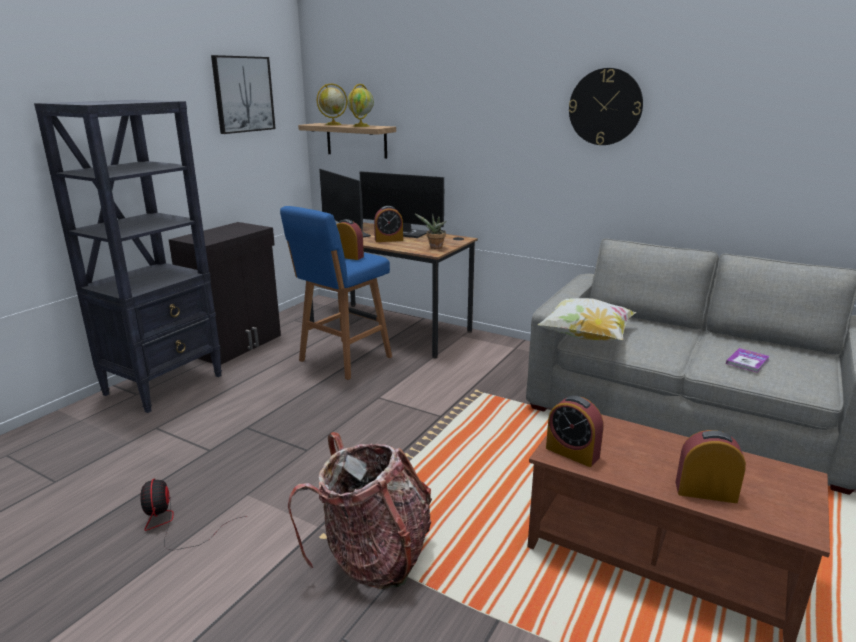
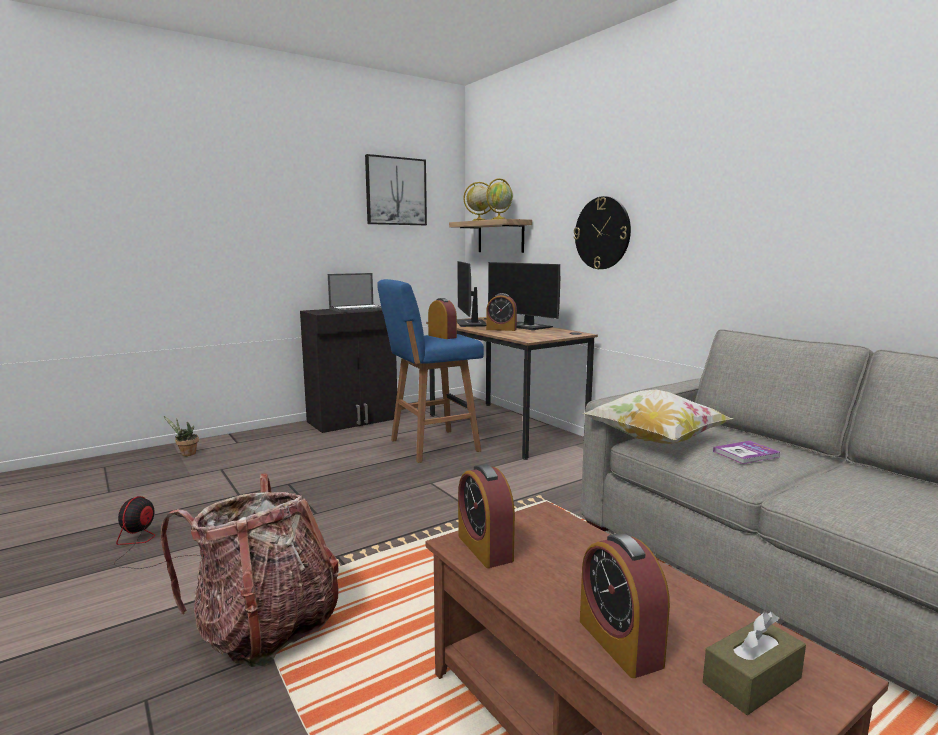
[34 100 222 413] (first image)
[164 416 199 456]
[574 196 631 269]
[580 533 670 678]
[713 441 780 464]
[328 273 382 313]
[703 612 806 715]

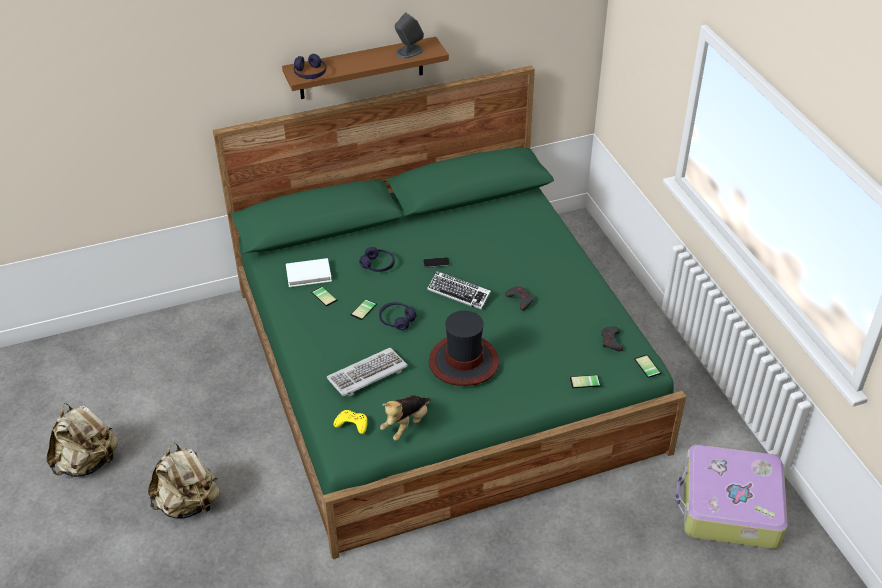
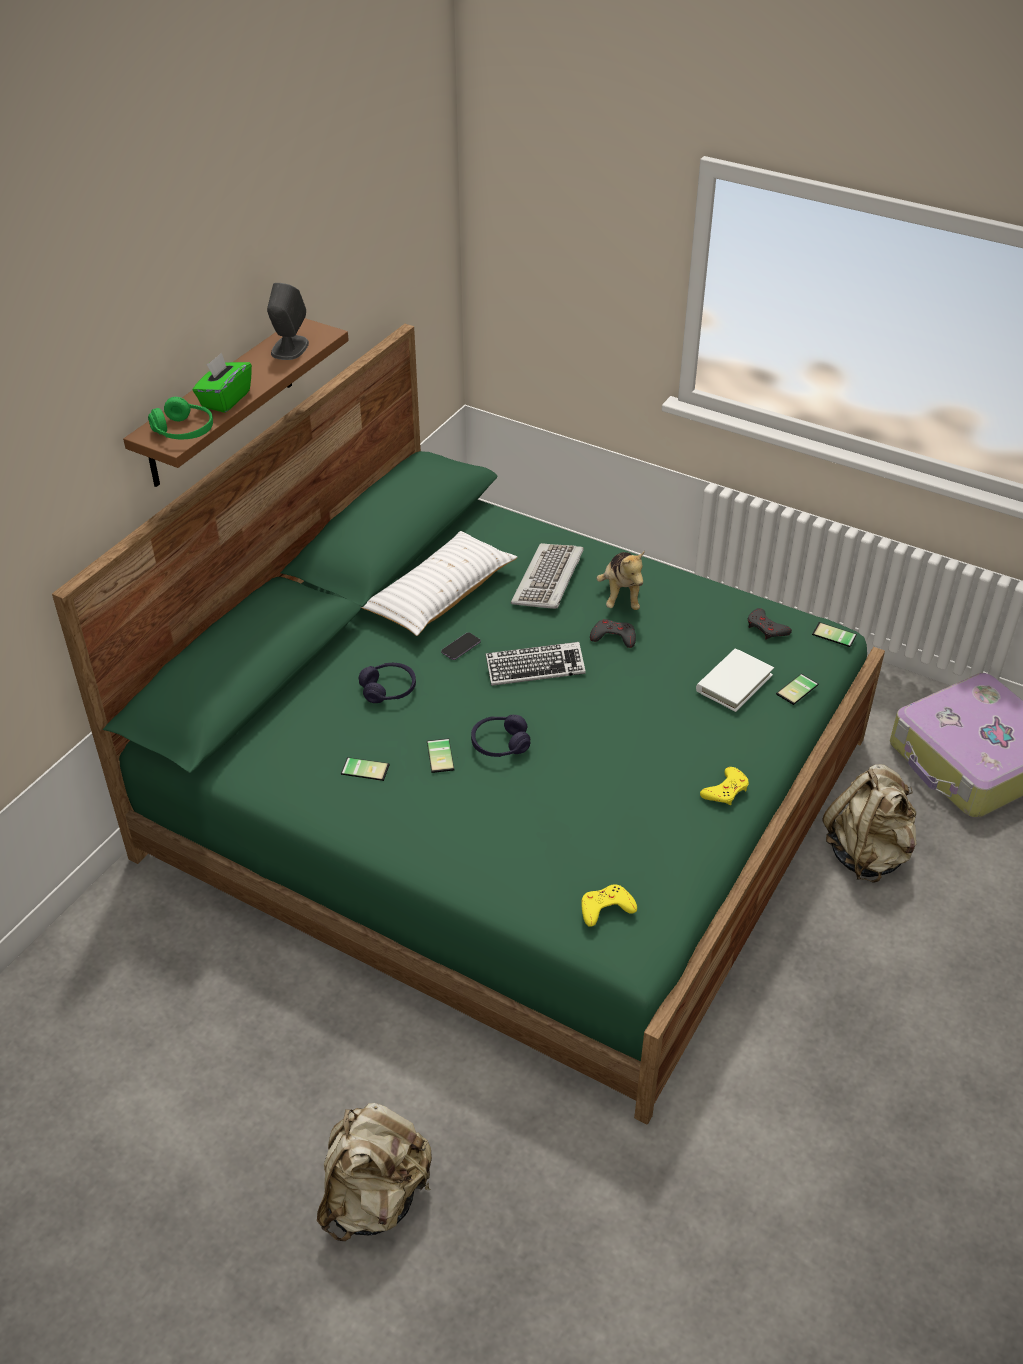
[823 764 917 882]
[696 648 774 712]
[148 397 213 439]
[511 543 584 609]
[597 550 645 610]
[429 311 499 386] (first image)
[193 353 252 413]
[361 531 518 636]
[700 767 749 805]

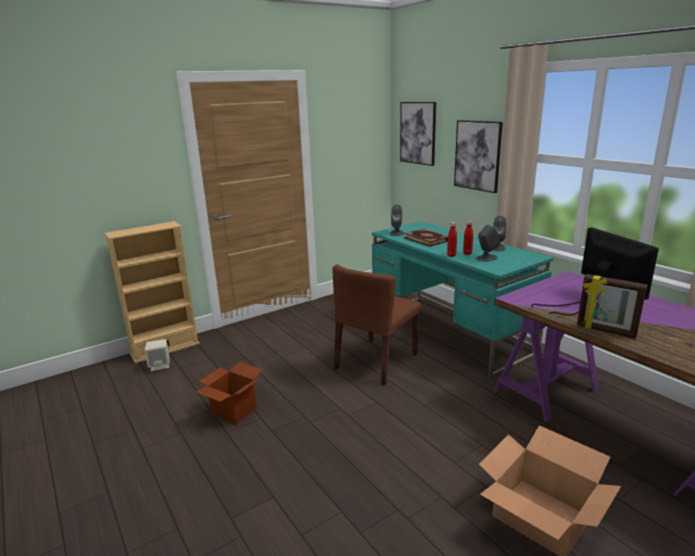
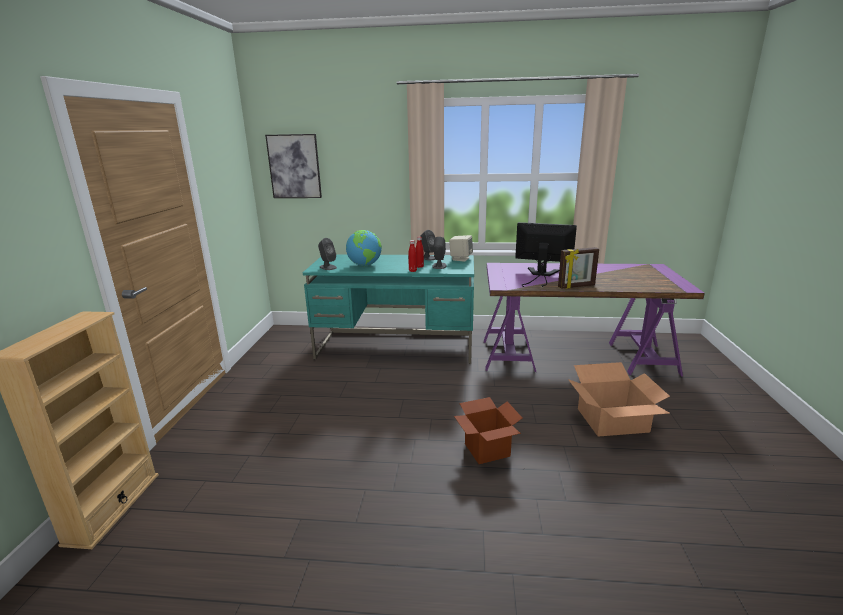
[449 235 473 262]
[454 397 522 464]
[332 264 421 386] (first image)
[346 230 382 266]
[454 120 503 193] (first image)

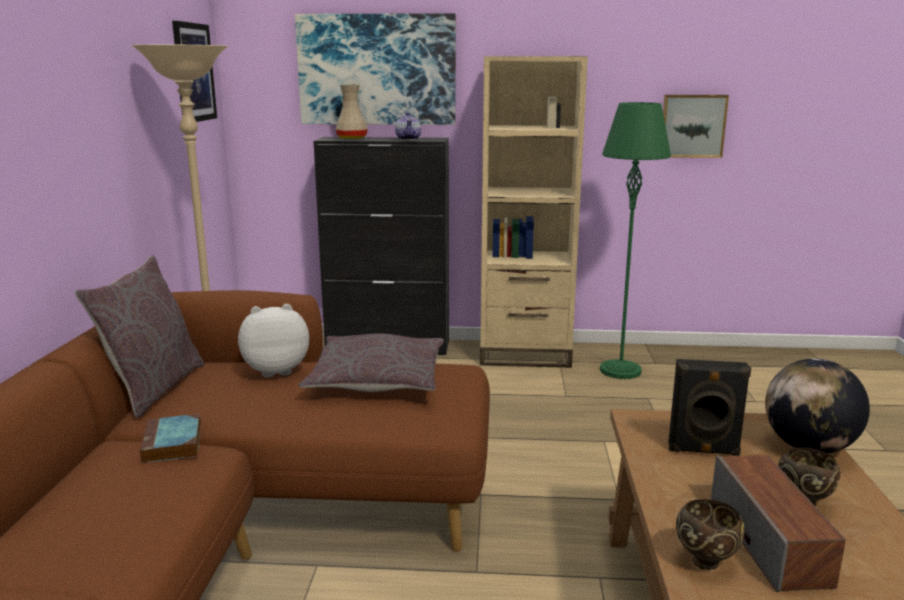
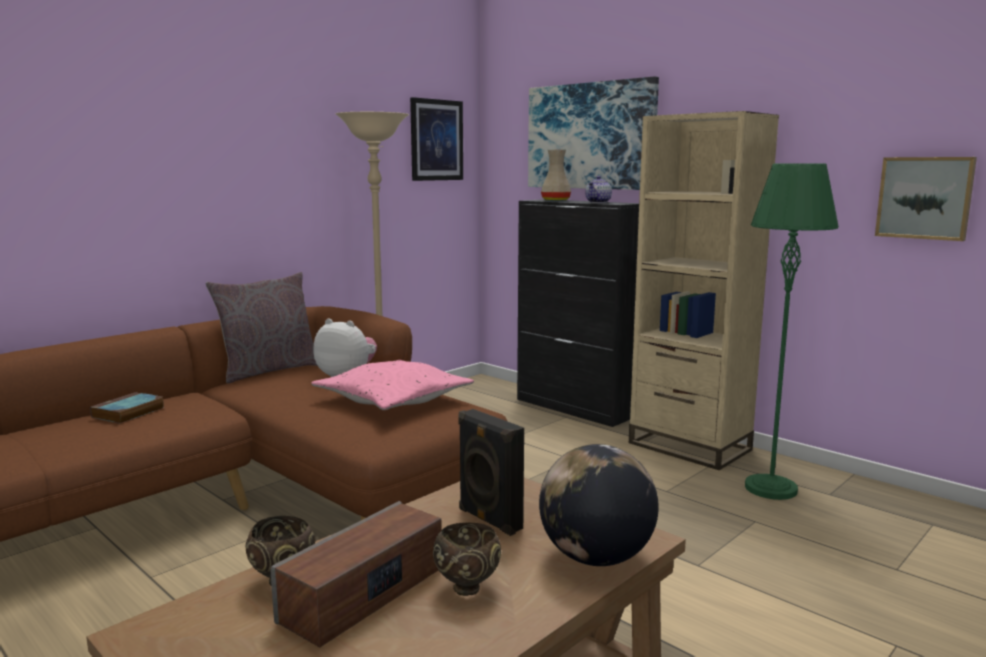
[90 392 165 424]
[312 360 474 410]

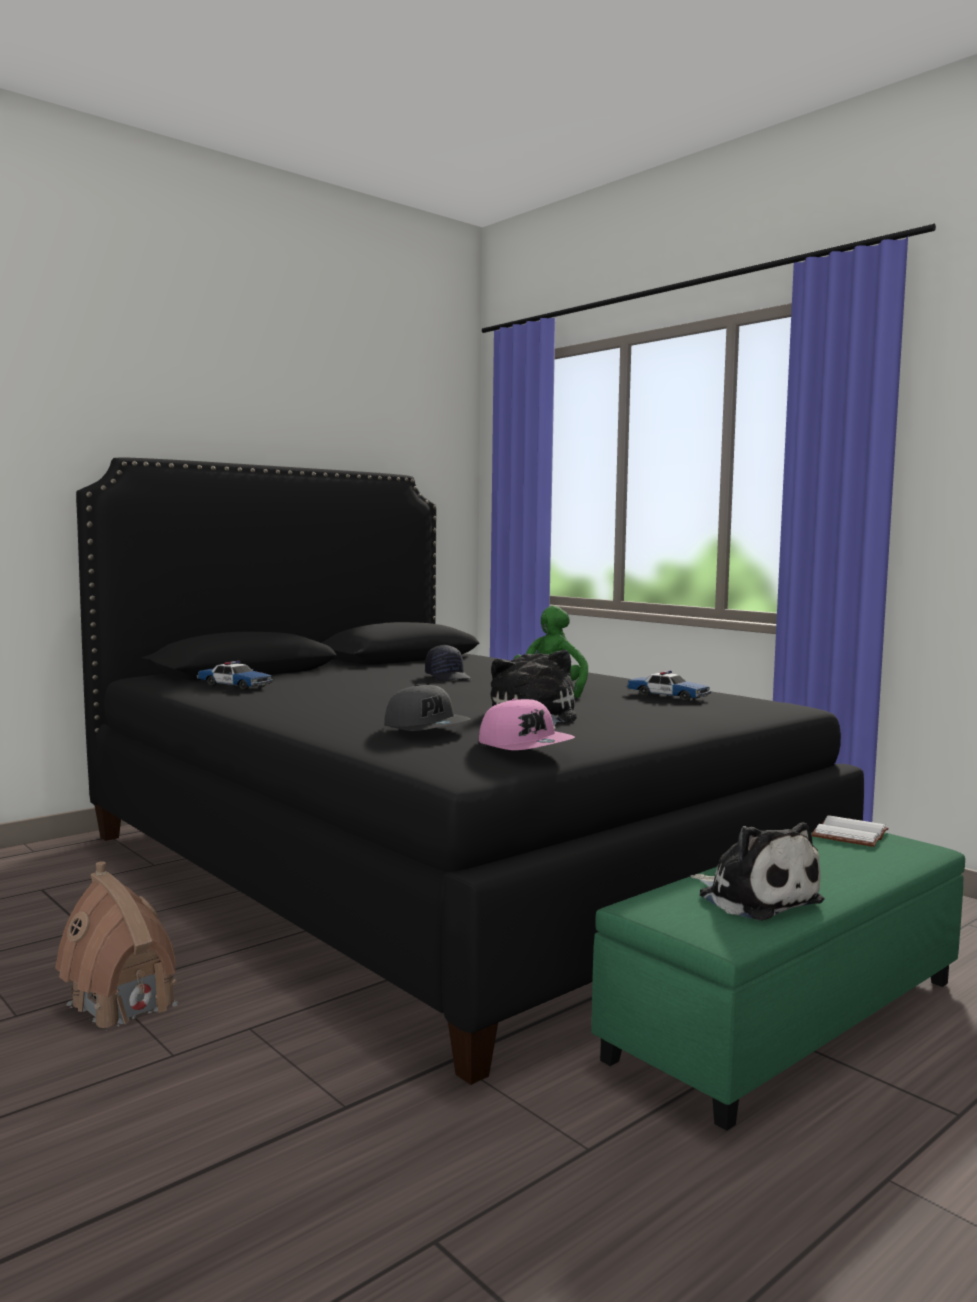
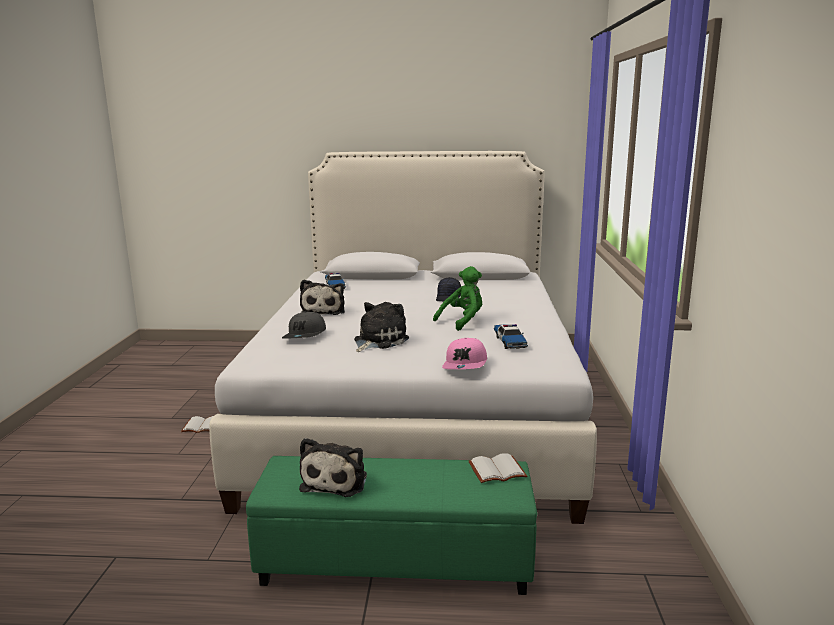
[181 416 213 433]
[209 151 597 524]
[442 338 487 369]
[300 279 345 315]

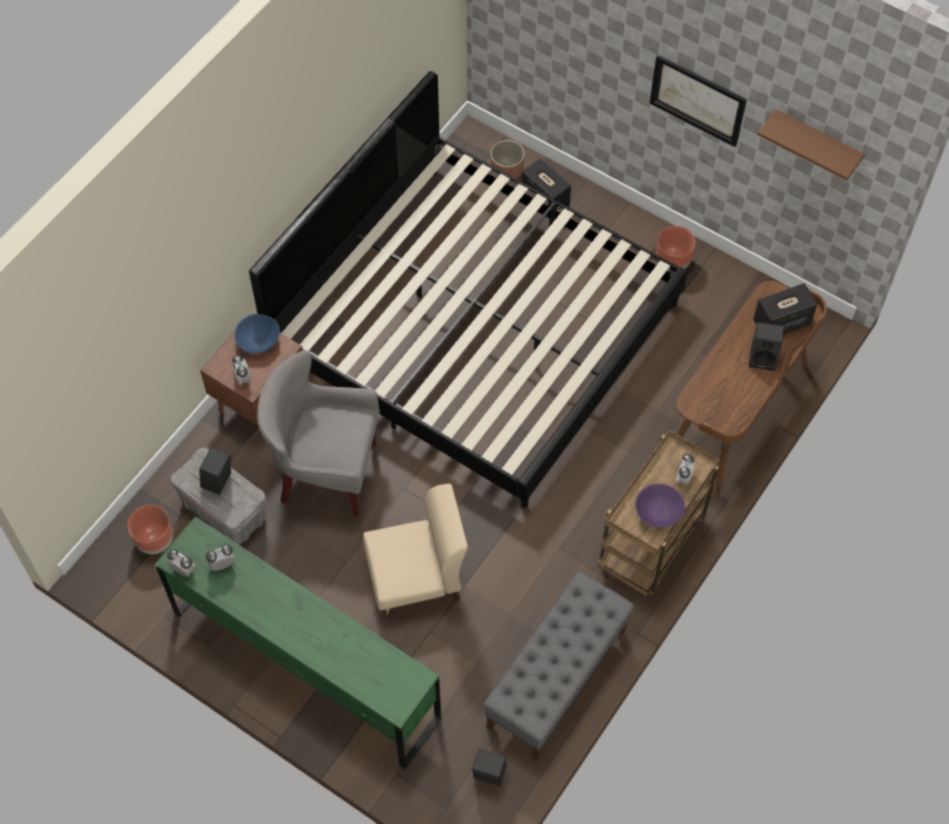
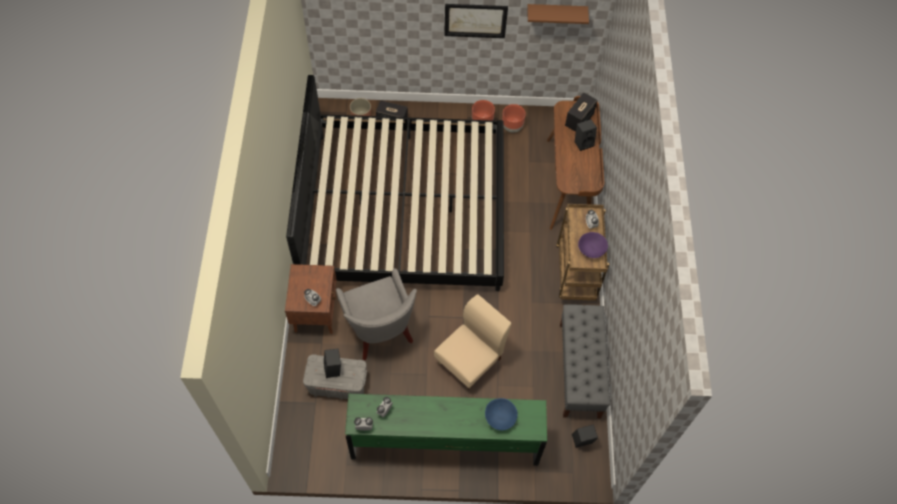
[502 104 526 133]
[485 398 518 431]
[336 268 417 361]

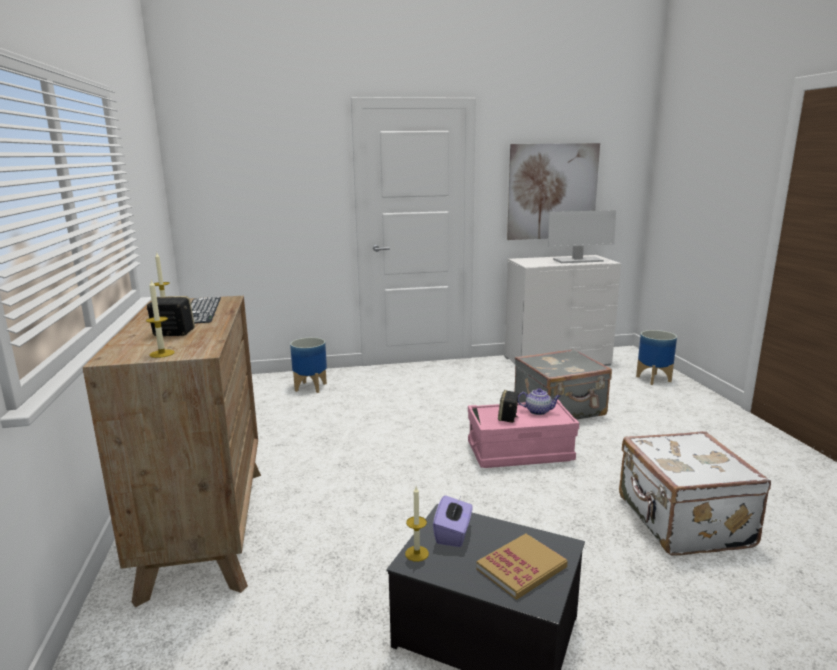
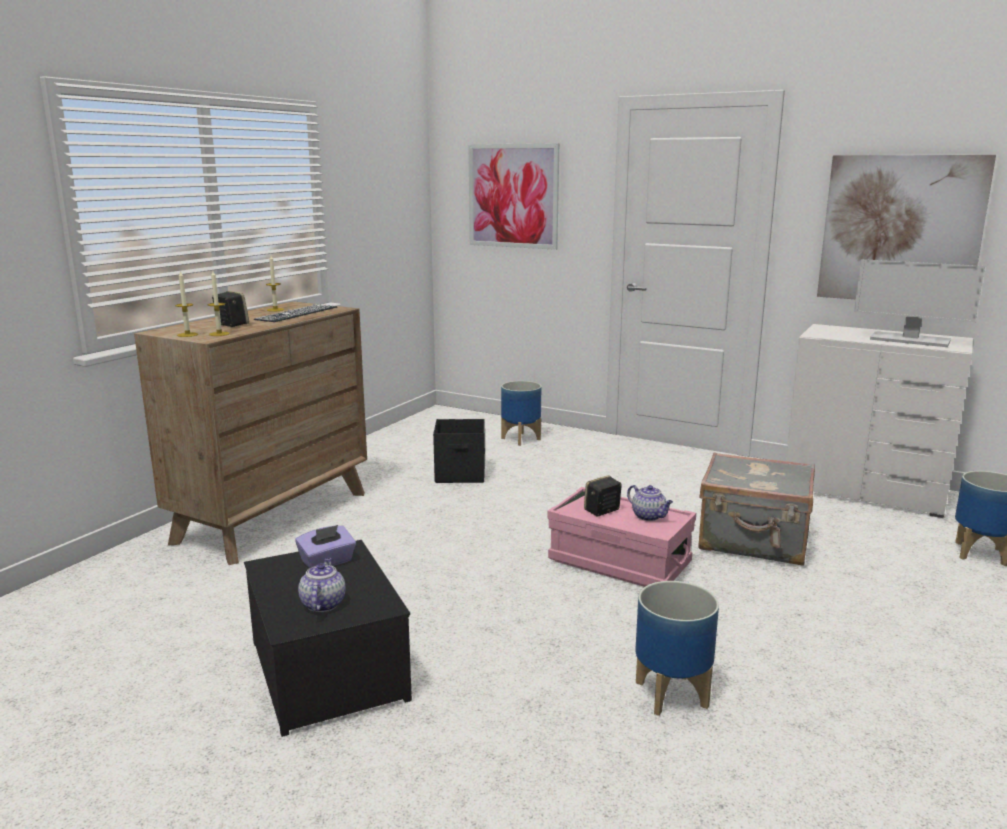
[208 271 230 336]
[298 558 346 612]
[635 581 719 716]
[433 419 485 483]
[468 143 559 250]

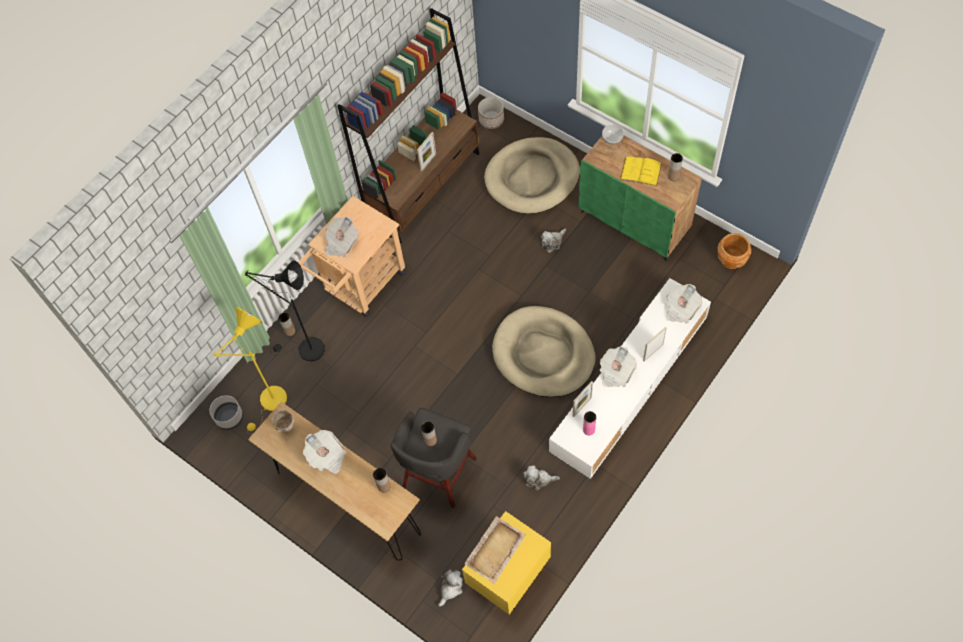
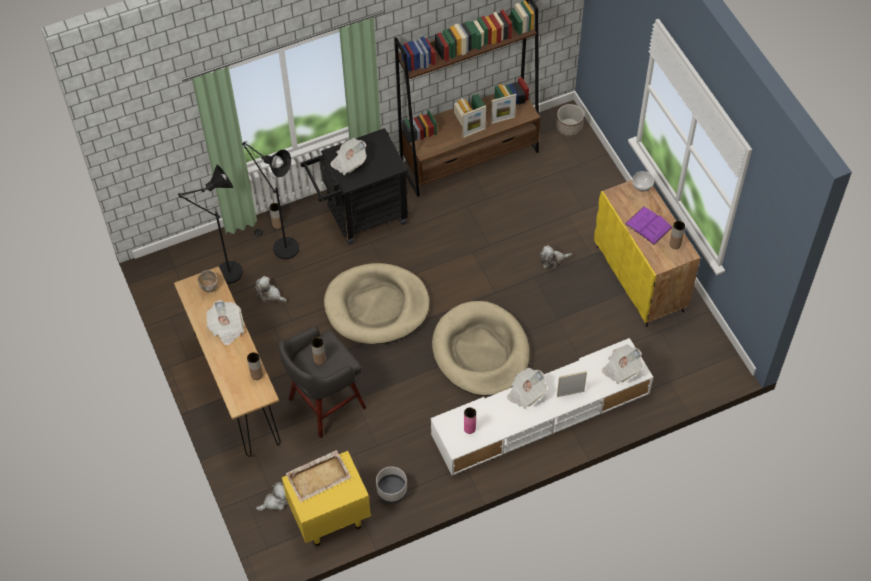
[376 467 407 504]
[178 165 243 284]
[300 128 409 245]
[324 263 430 344]
[255 276 287 302]
[491 94 516 124]
[594 180 701 327]
[625 207 673 245]
[717 233 751 269] (first image)

